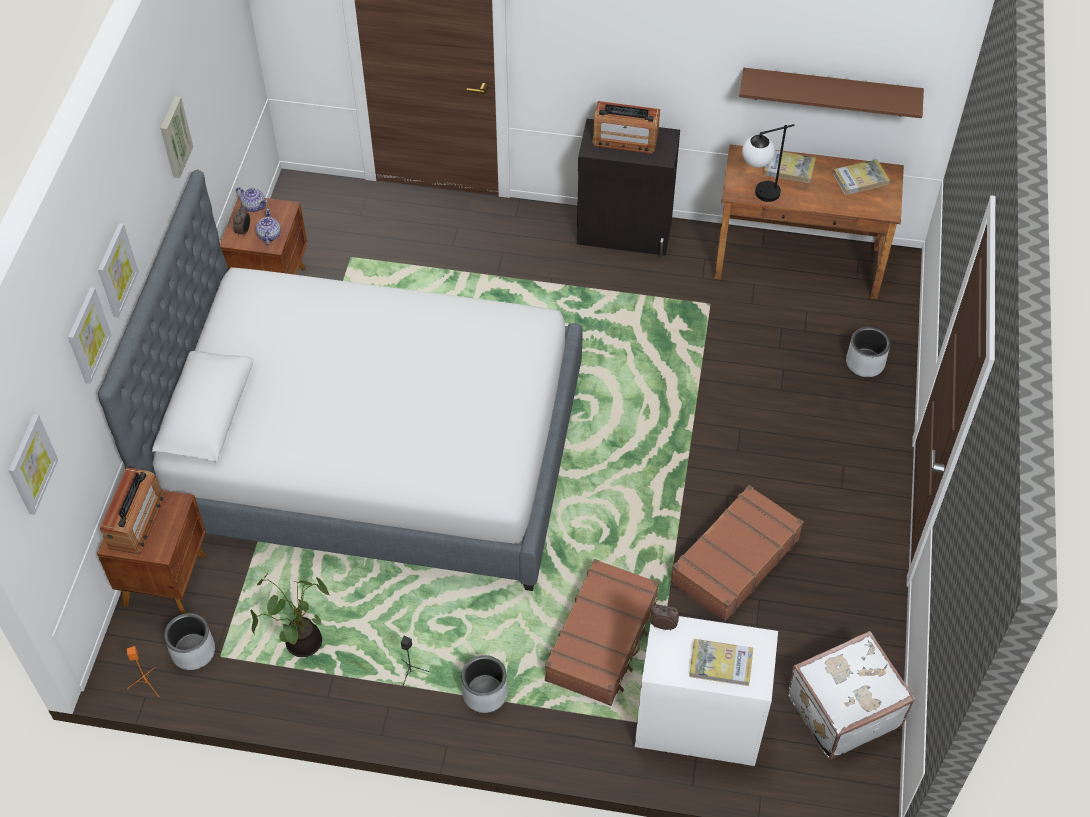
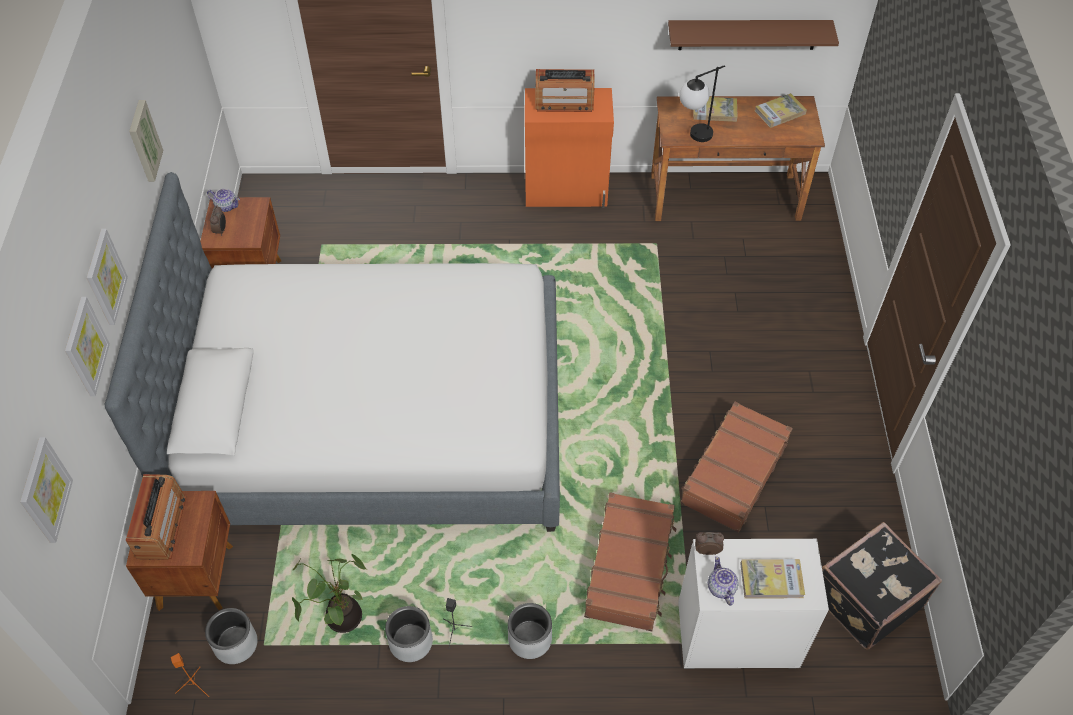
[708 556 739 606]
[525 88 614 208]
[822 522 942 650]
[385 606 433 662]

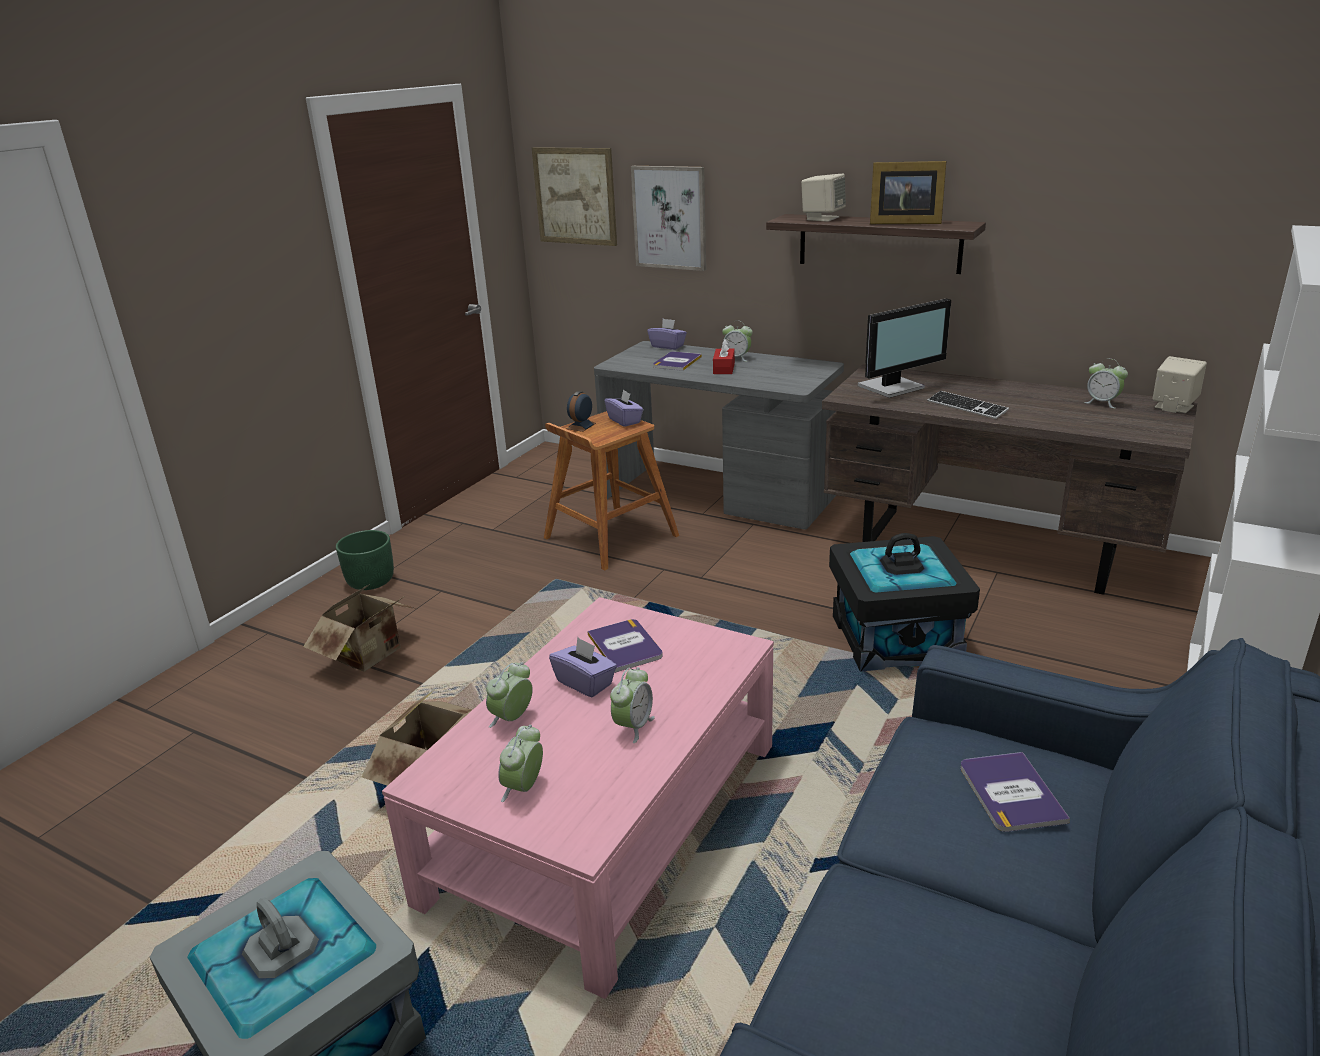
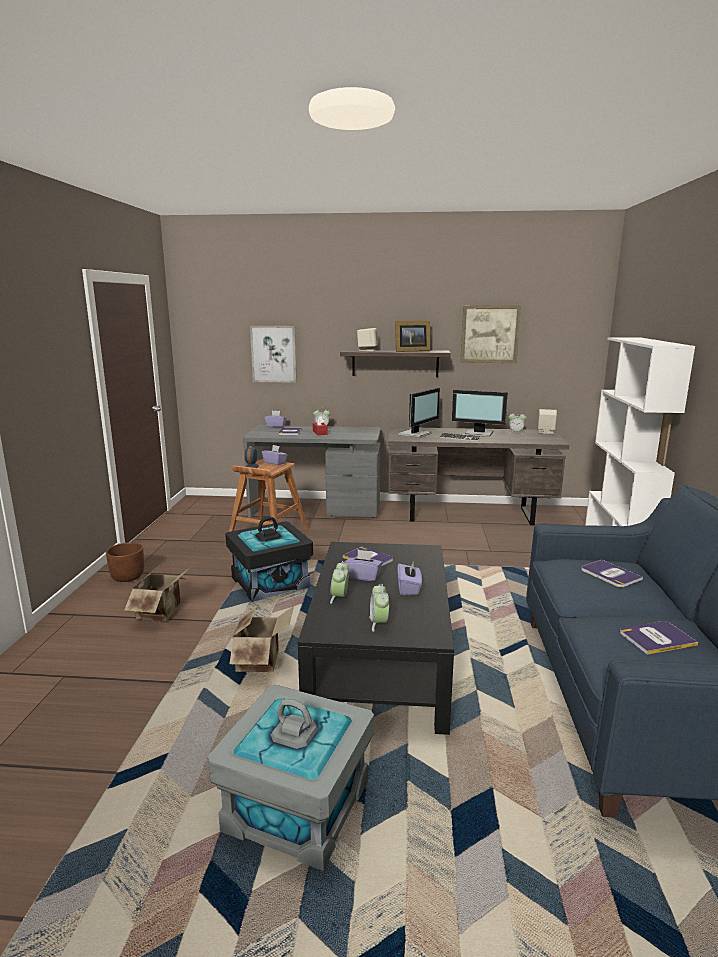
[106 542 144 582]
[297 542 454 735]
[460 305 521 363]
[397 562 422 595]
[225 517 313 602]
[452 389 508 437]
[620 621 698 654]

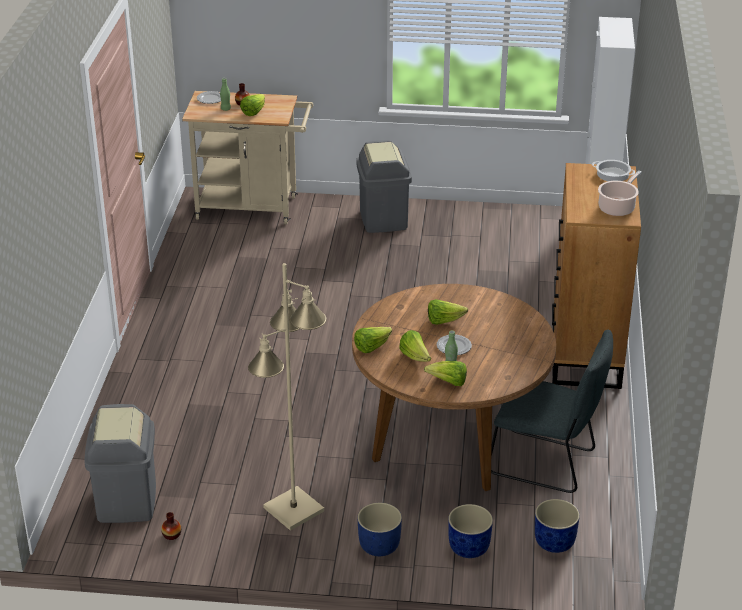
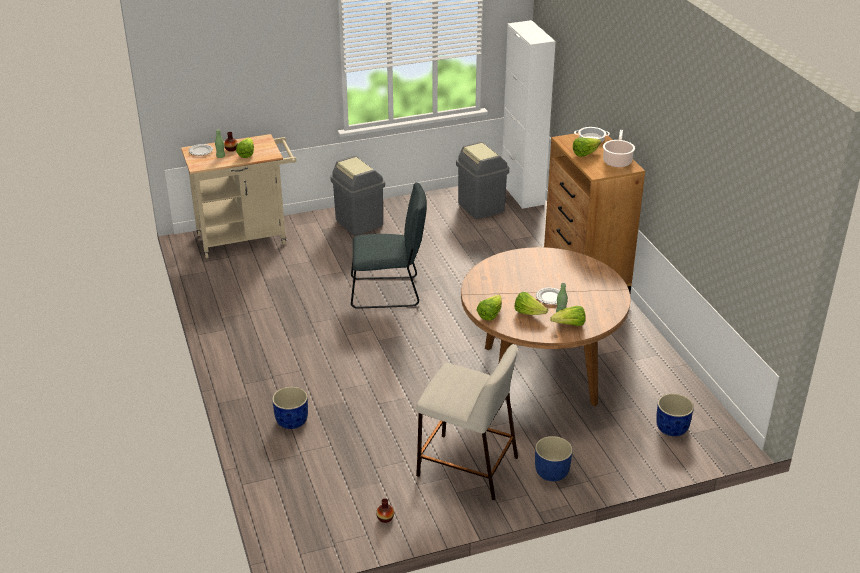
[456 142 509 219]
[416 344 518 500]
[573 137 601 157]
[272 387 308 429]
[351 182 427 309]

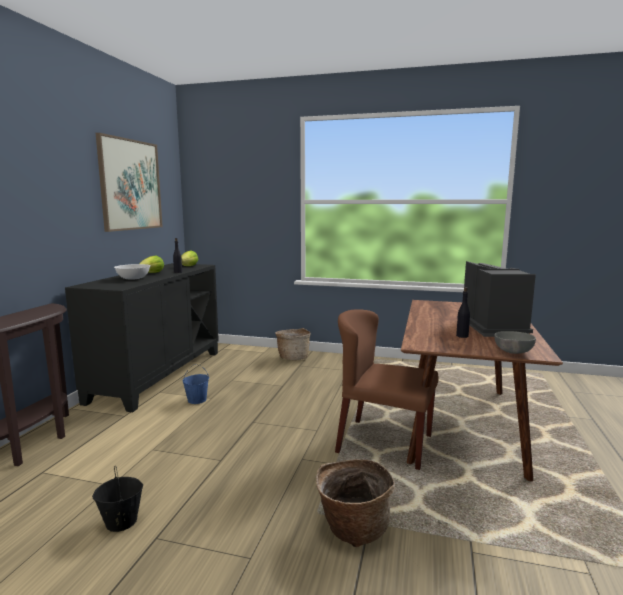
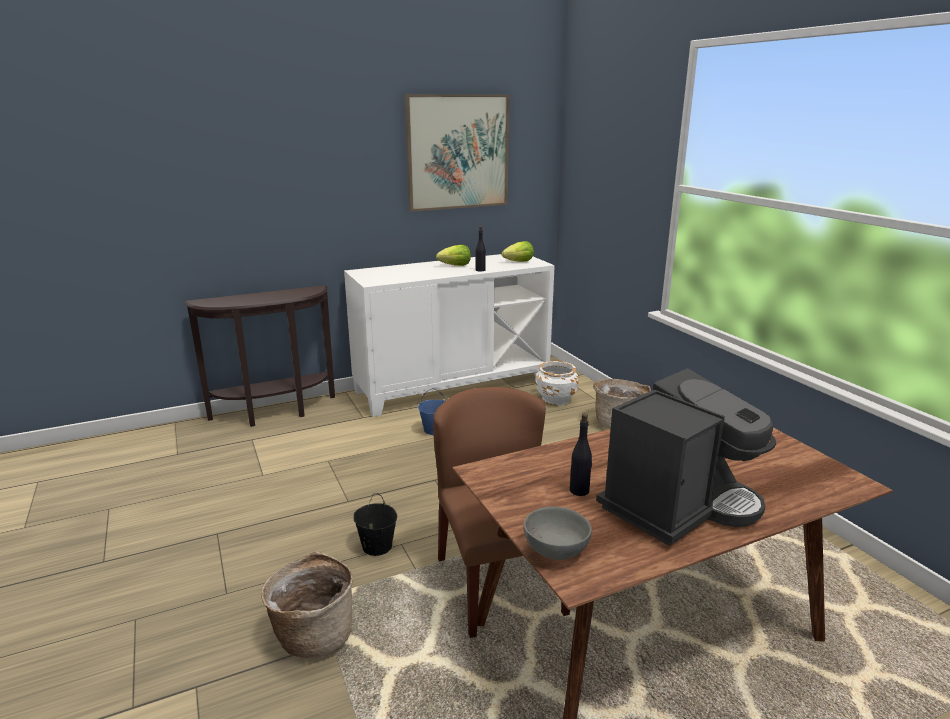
[344 254 555 417]
[354 493 397 556]
[114 264 151 280] (first image)
[536 361 578 406]

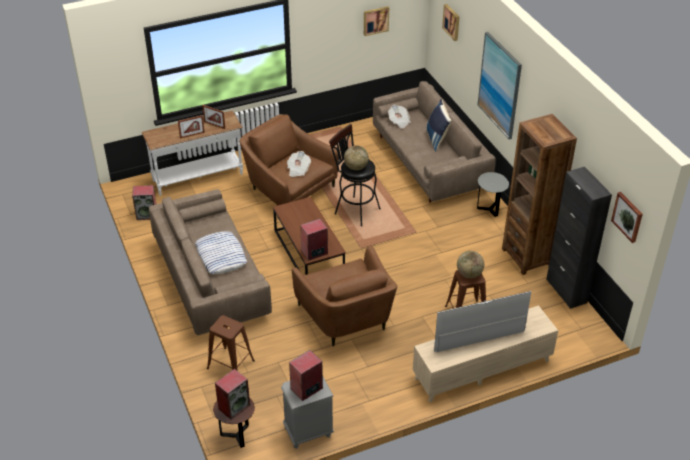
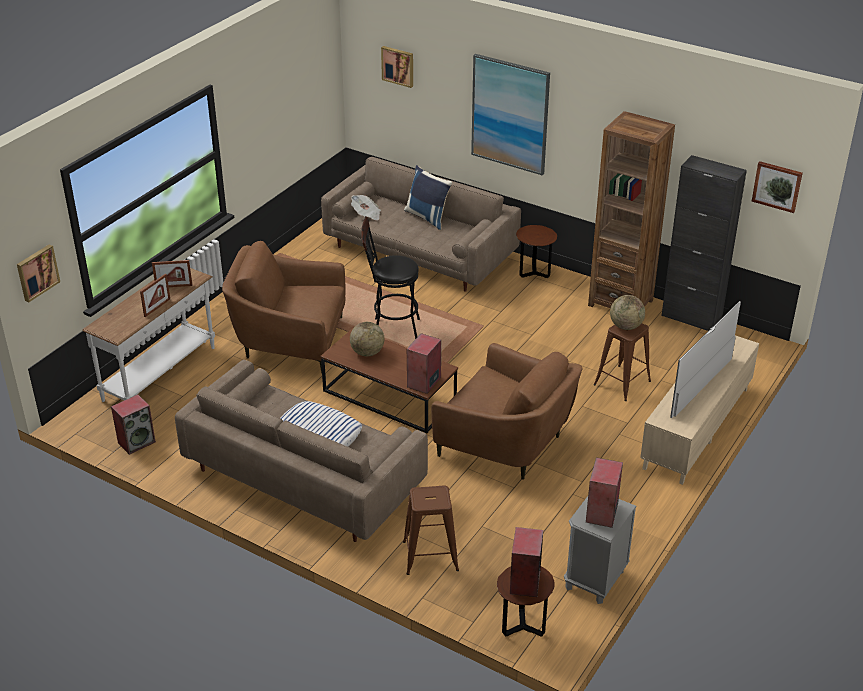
[287 151 311 177] (first image)
[350 322 384 356]
[17 245 60 302]
[516 225 557 278]

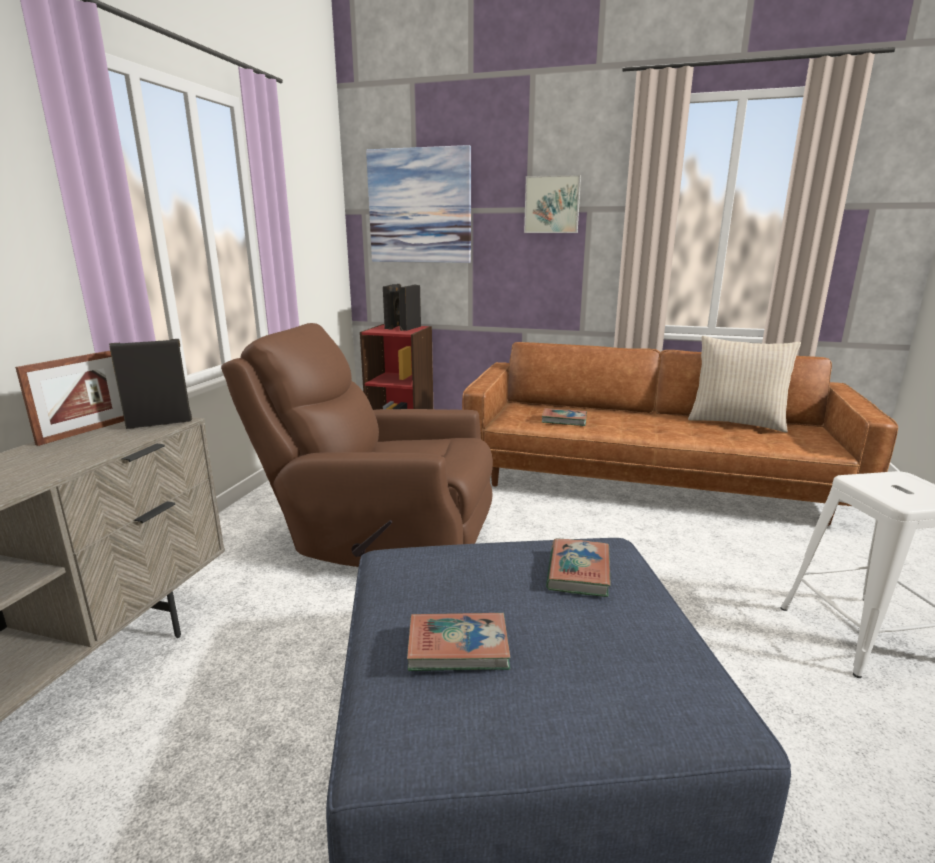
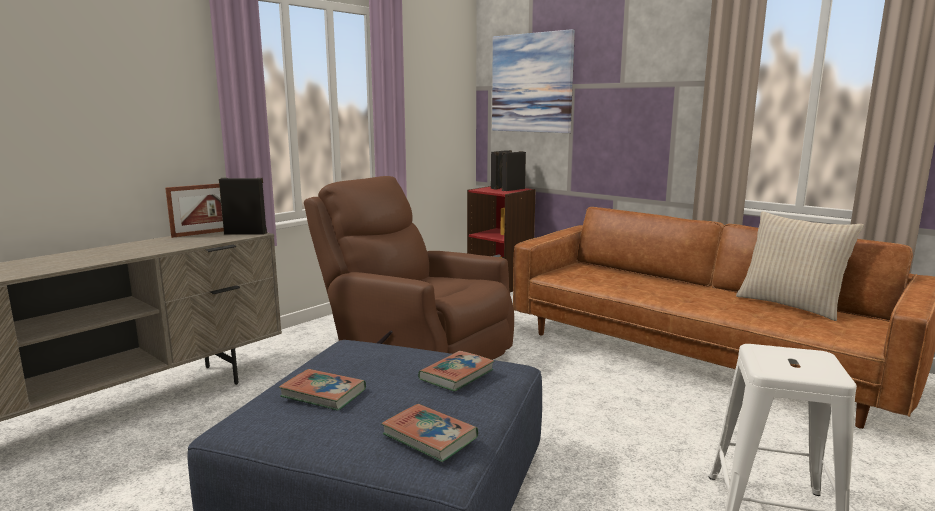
[524 175 581 233] (first image)
[382 404 478 462]

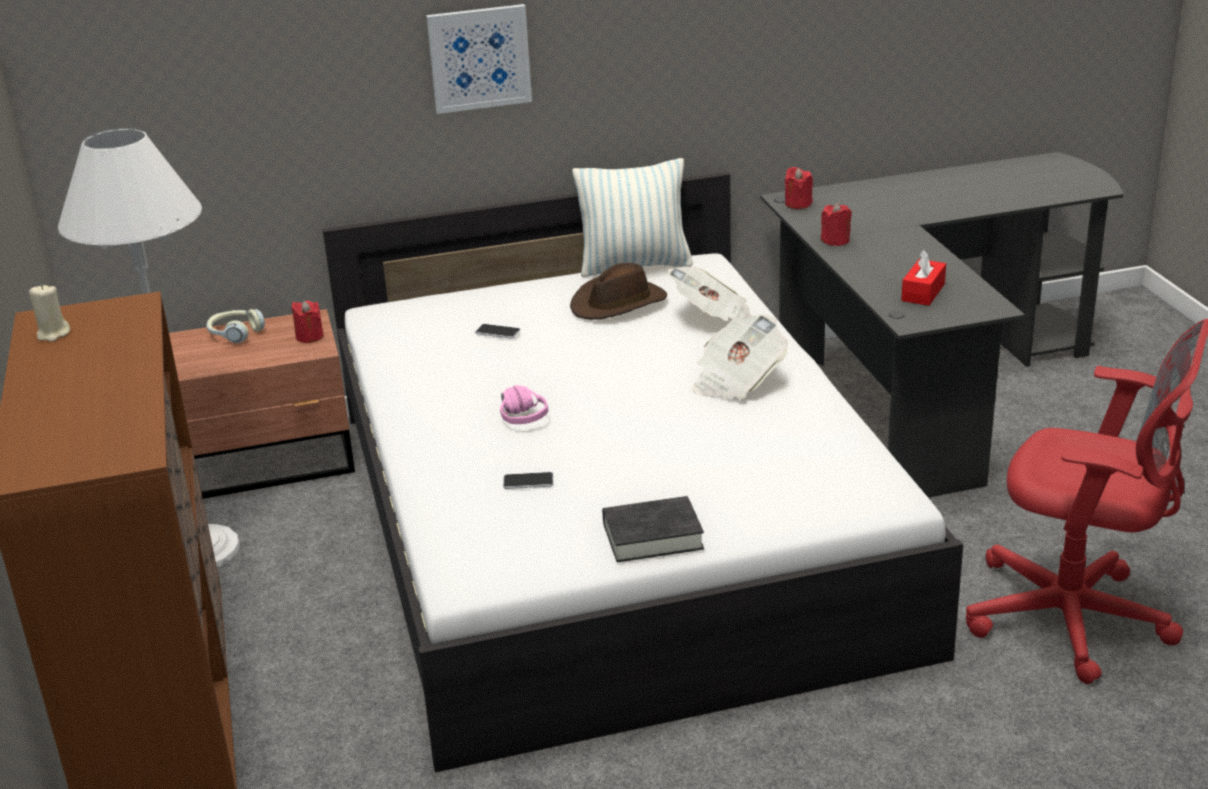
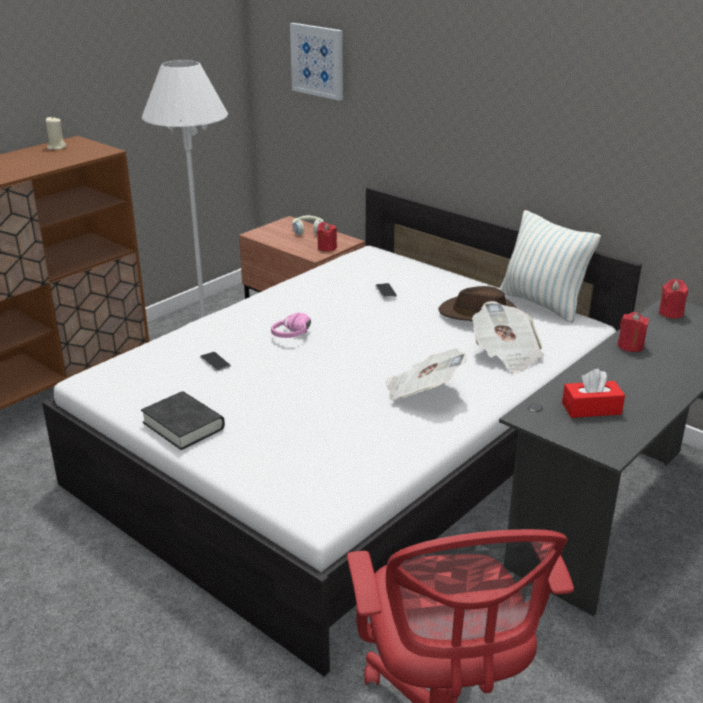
[290 23 343 101]

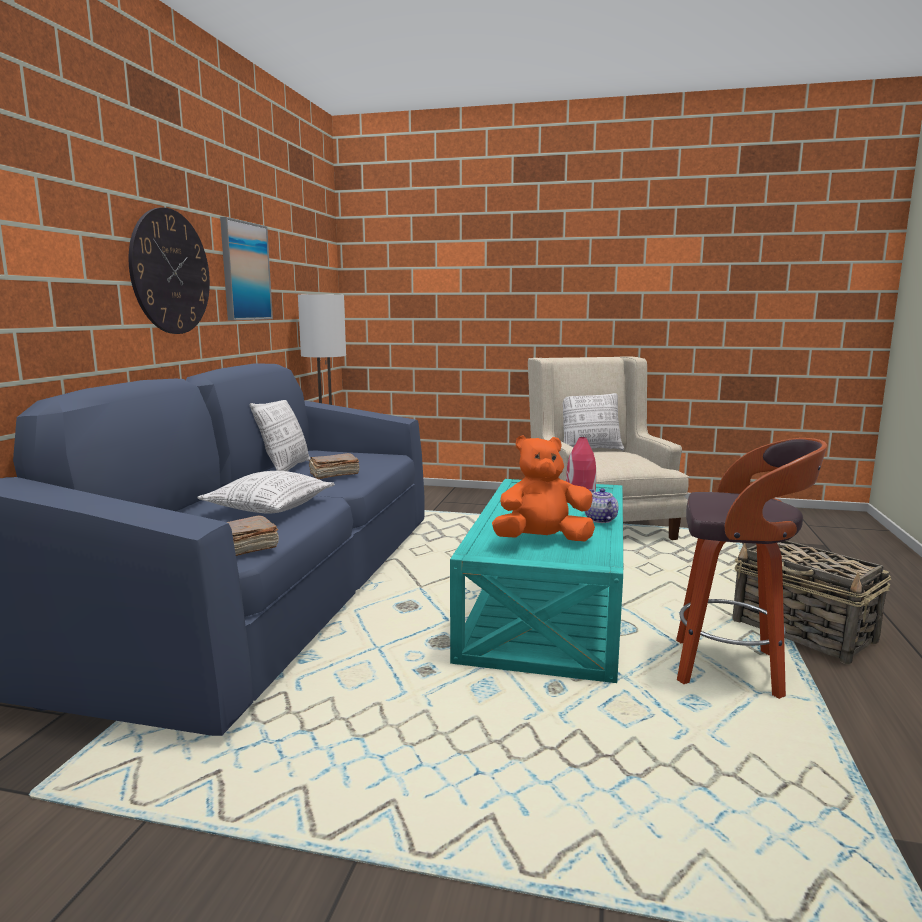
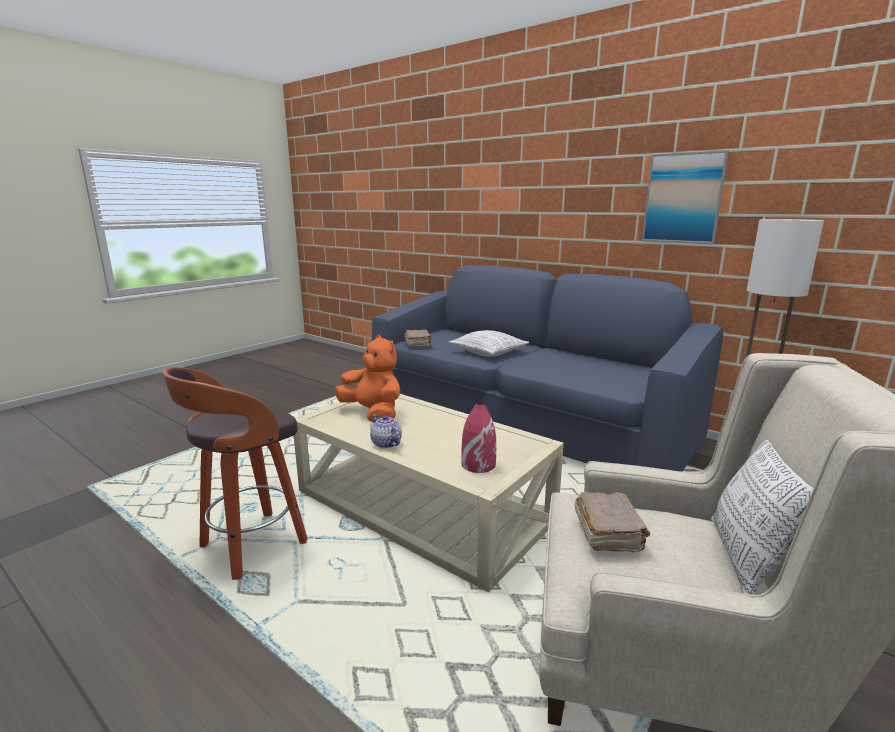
[129 207 210 334] (first image)
[250 400 311 471] (first image)
[574 492 650 553]
[294 394 564 592]
[334 334 400 423]
[370 414 402 448]
[732 540 891 664] (first image)

